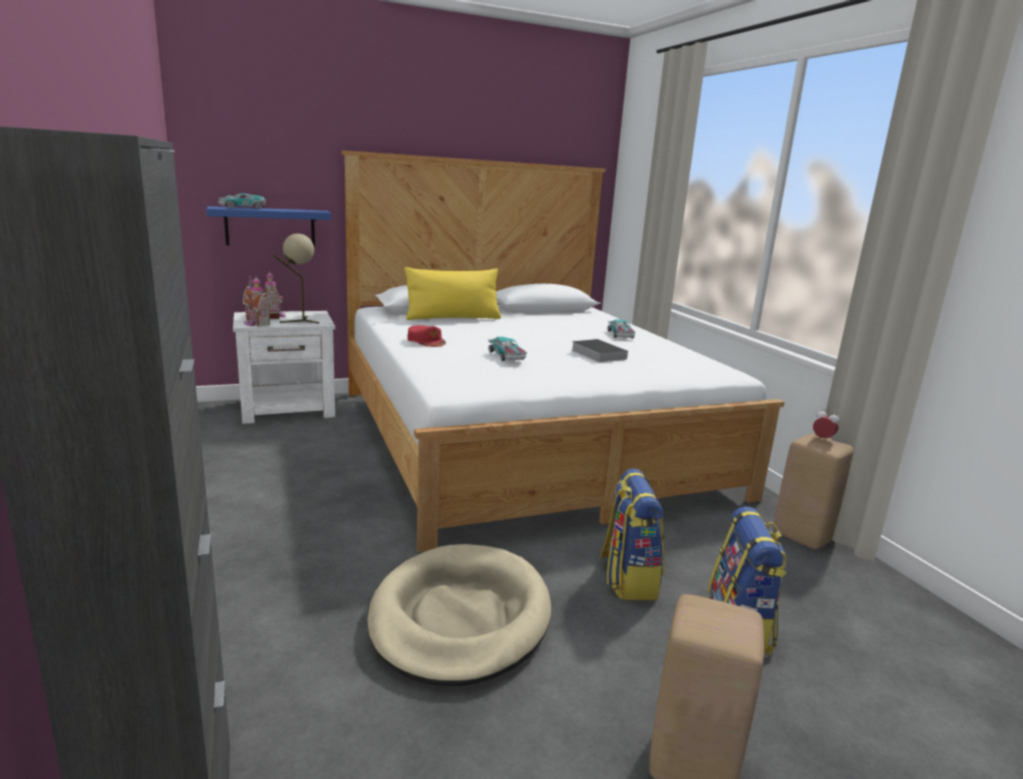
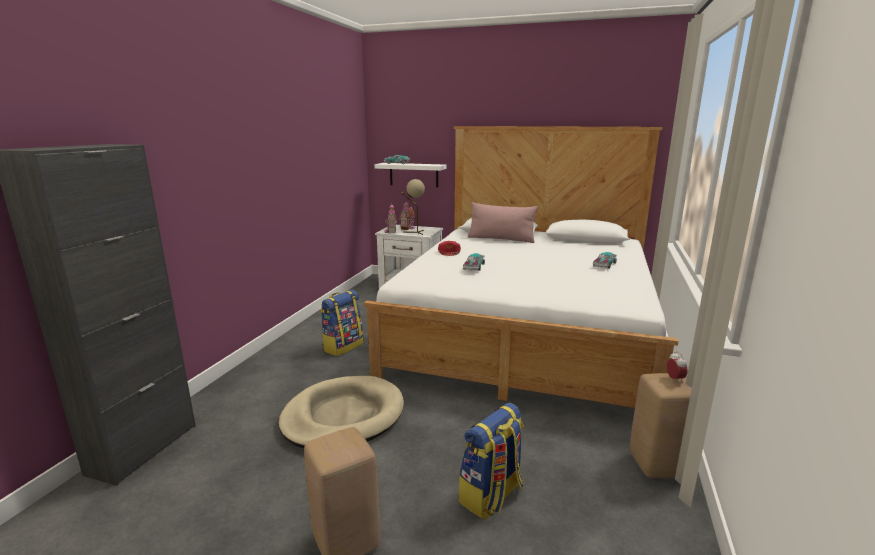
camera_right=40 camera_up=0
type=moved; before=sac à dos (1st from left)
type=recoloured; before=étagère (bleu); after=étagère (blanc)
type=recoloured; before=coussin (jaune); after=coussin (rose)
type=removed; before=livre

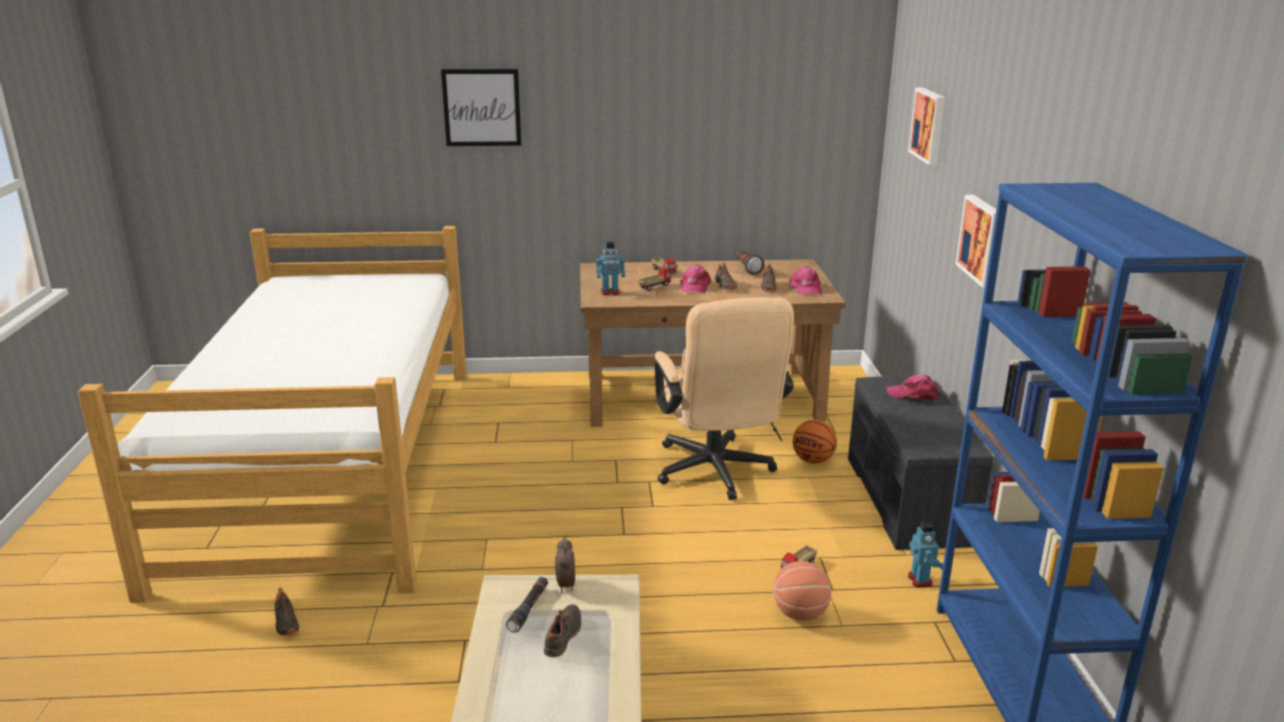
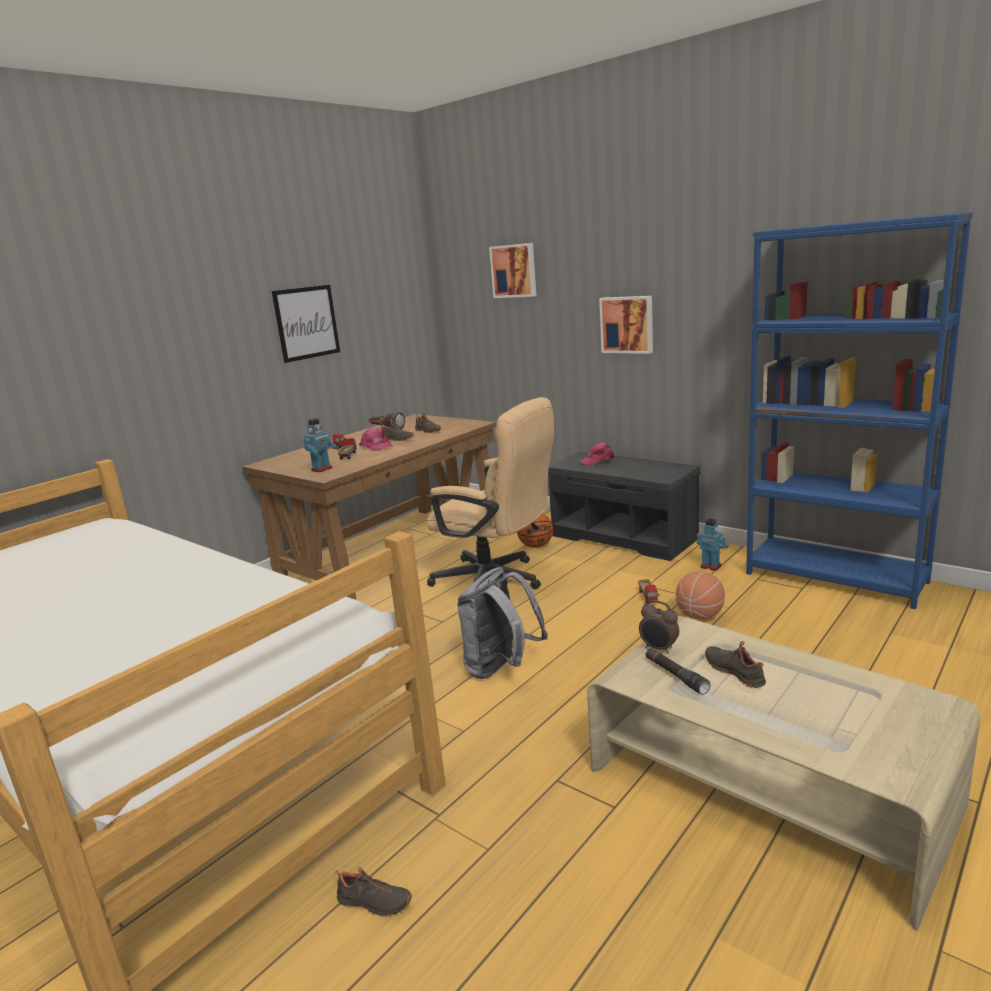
camera_right=-45 camera_up=-5
type=moved; before=tableau (1st from left)
type=added; after=sac à dos (gris)
type=removed; before=casquette (rose) (2nd from left)

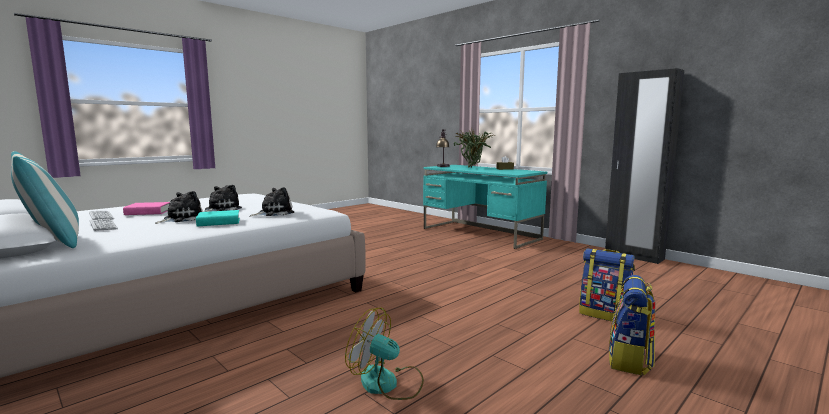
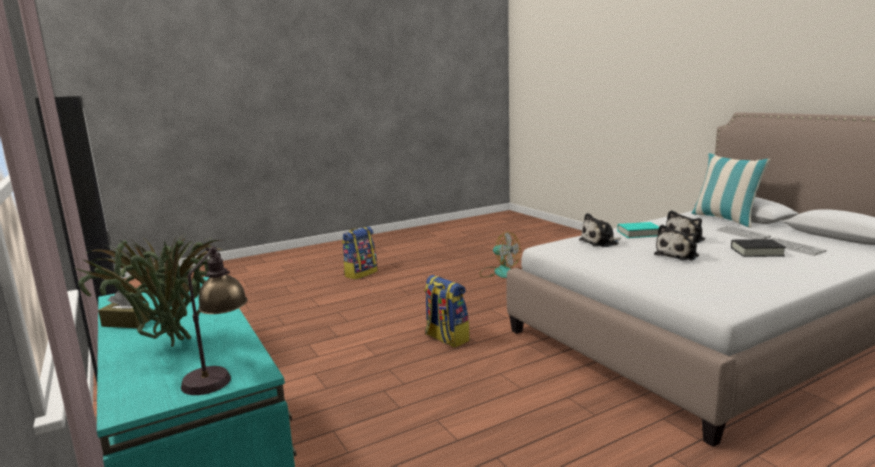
camera_right=-165 camera_up=5
type=moved; before=sac à dos (1st from left in the first image); after=sac à dos (2nd from left)
type=recoloured; before=livre (rose); after=livre (noir)

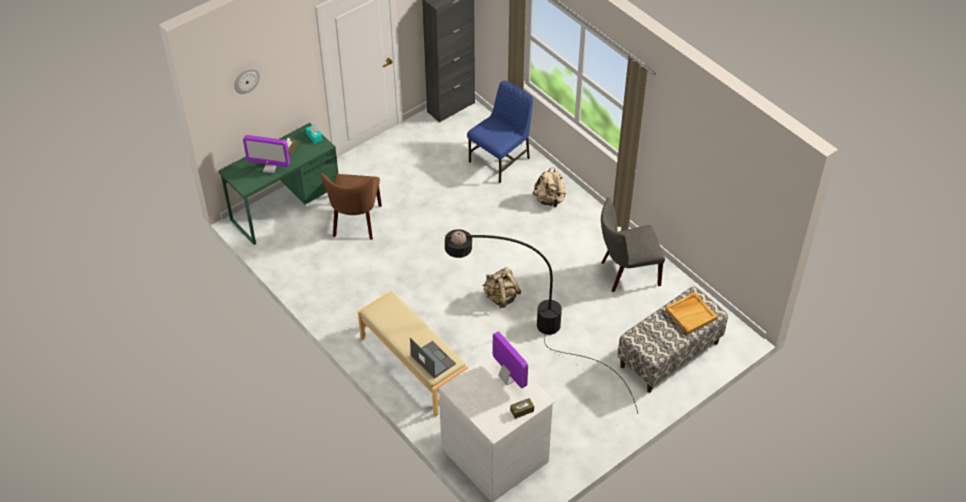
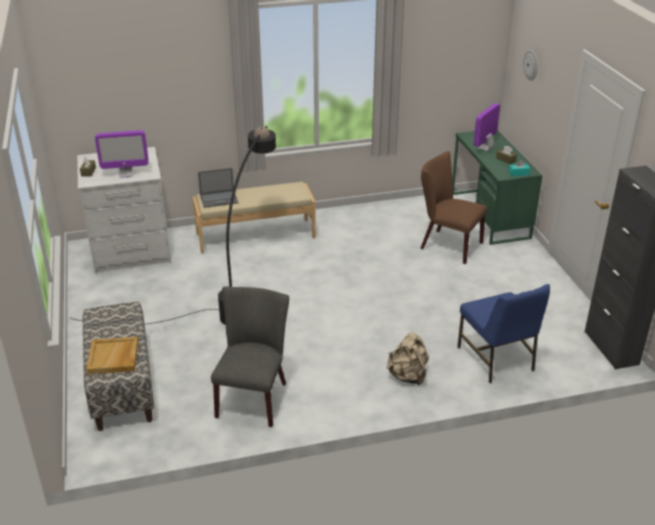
camera_right=115 camera_up=-15
type=removed; before=sac à dos (beige) (1st from left)

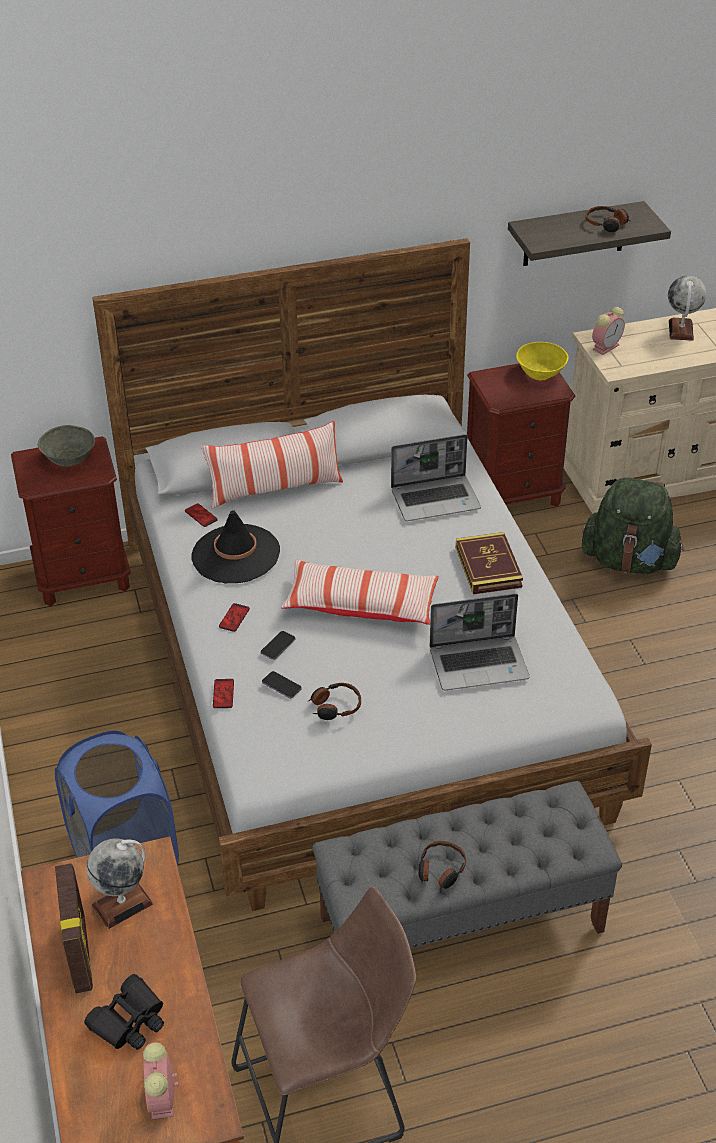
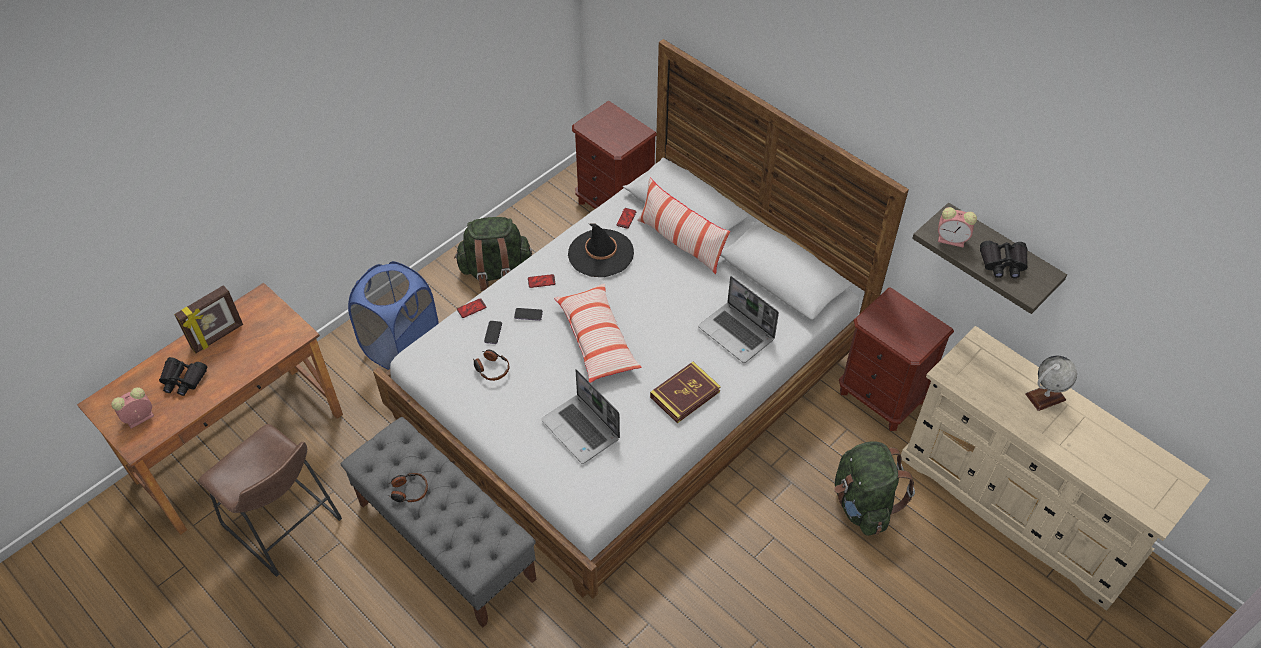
camera_right=60 camera_up=10
type=added; after=sac à dos (vert) (1st from left)
type=moved; before=réveil (2nd from left)
type=replaced; before=casque audio (3rd from left); after=jumelles (noir) (2nd from left)
type=removed; before=bol (gris)
type=removed; before=globe (1st from left)
type=removed; before=bol (jaune)

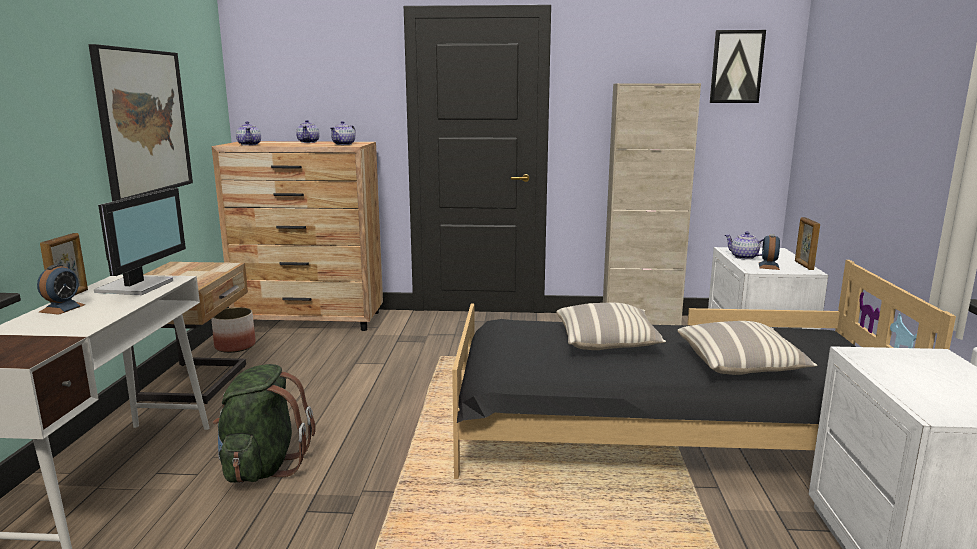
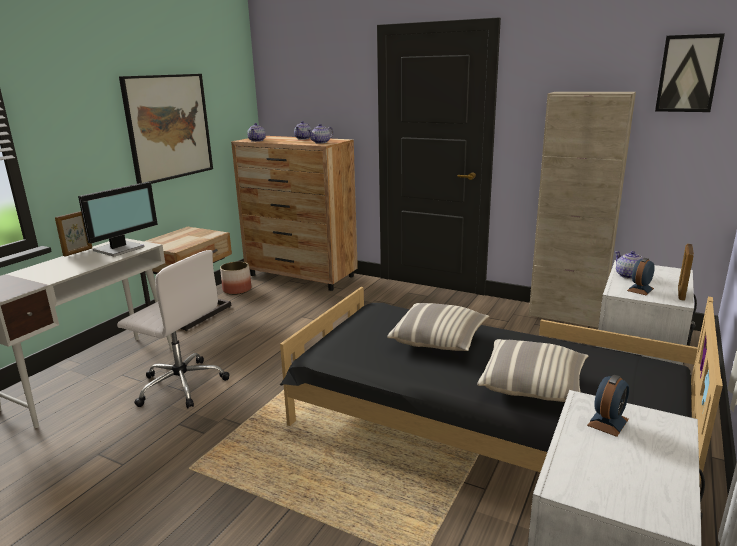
camera_right=25 camera_up=5
type=replaced; before=sac à dos (vert); after=chaise de bureau (blanc)
type=moved; before=réveil (1st from left)

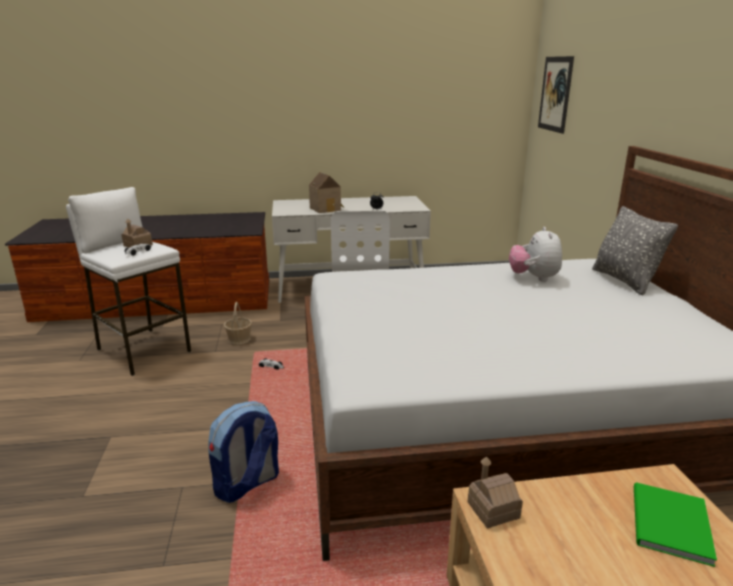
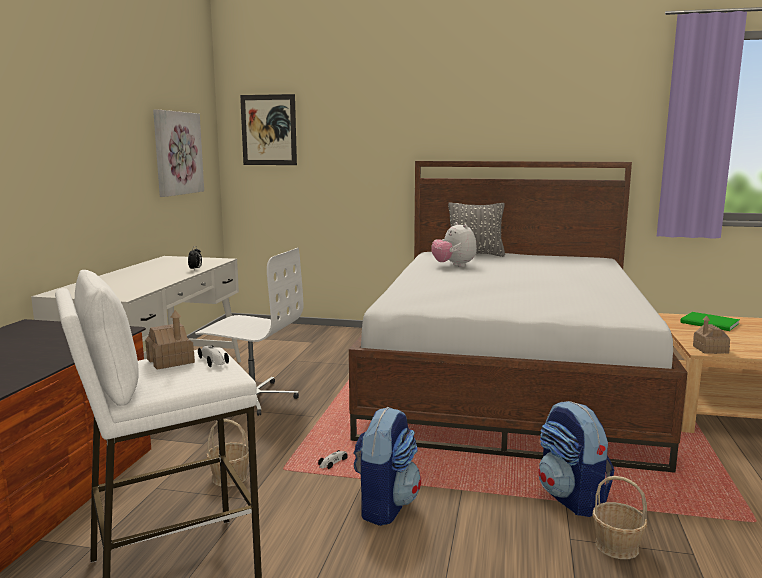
camera_right=-70 camera_up=-10
type=added; after=tableau (1st from left)
type=added; after=sac à dos (1st from left)
type=turned; before=peluche; turn=45
type=added; after=panier (2nd from left)
type=removed; before=maison miniature (2nd from left)

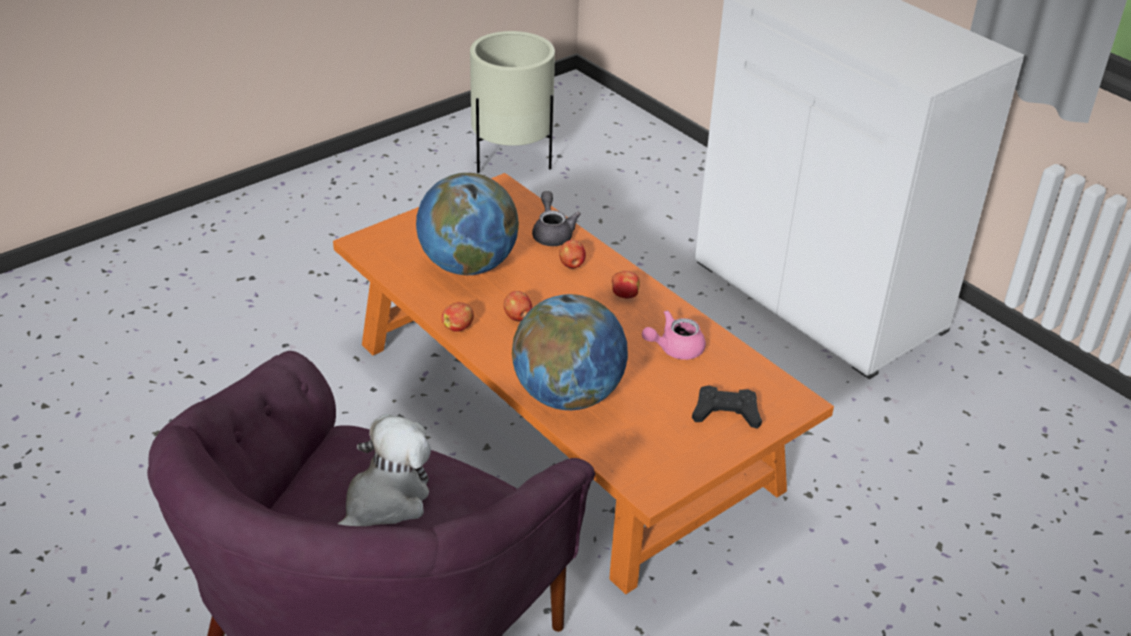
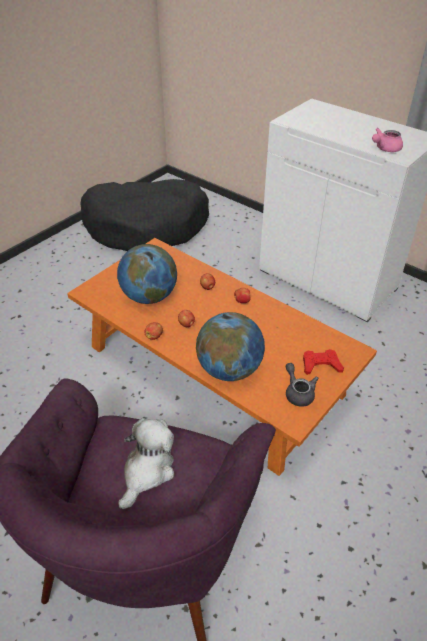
camera_right=-10 camera_up=5
type=replaced; before=cache-pot (beige); after=panier pour chien (noir)
type=moved; before=théière (gris)
type=recoloured; before=manette (noir); after=manette (rouge)
type=moved; before=théière (rose)

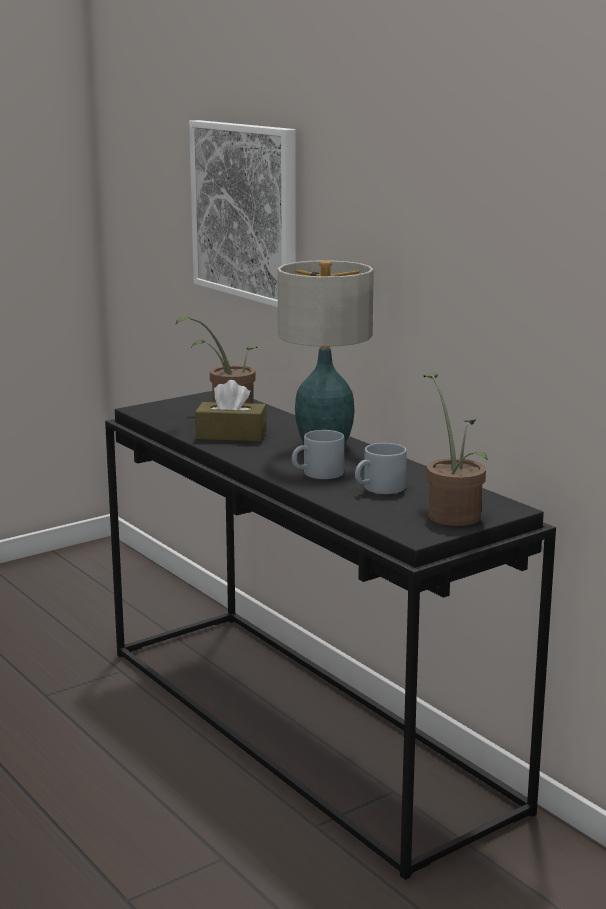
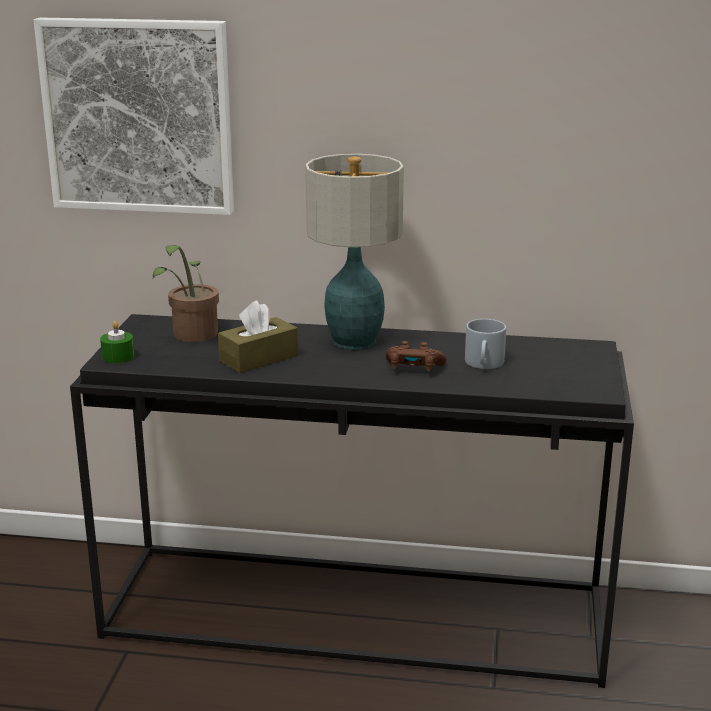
camera_right=-45 camera_up=5
type=added; after=bougie (vert)
type=replaced; before=mug (gris) (1st from left); after=manette (marron)
type=removed; before=plante en pot (2nd from left)

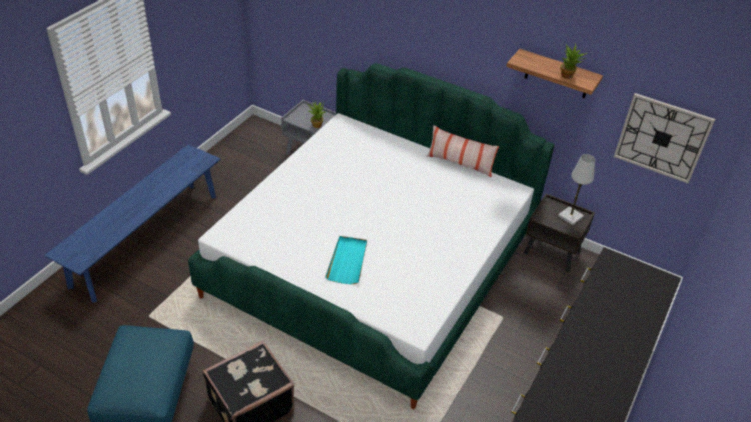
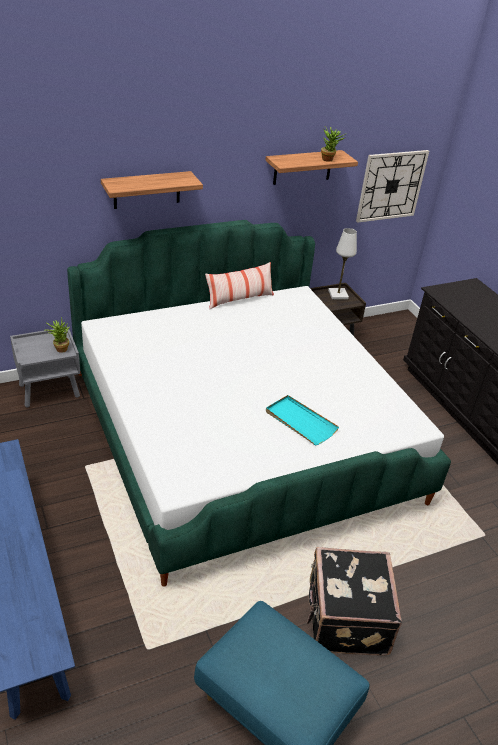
camera_right=-55 camera_up=-5
type=added; after=étagère (1st from left)

